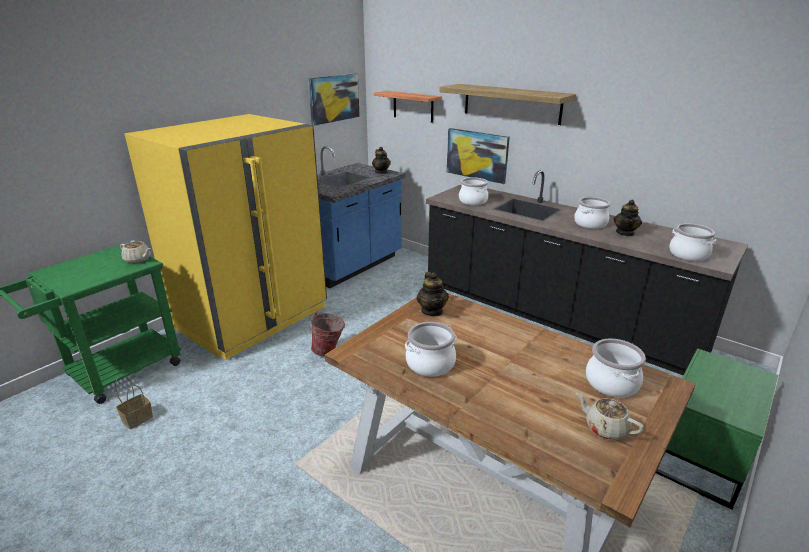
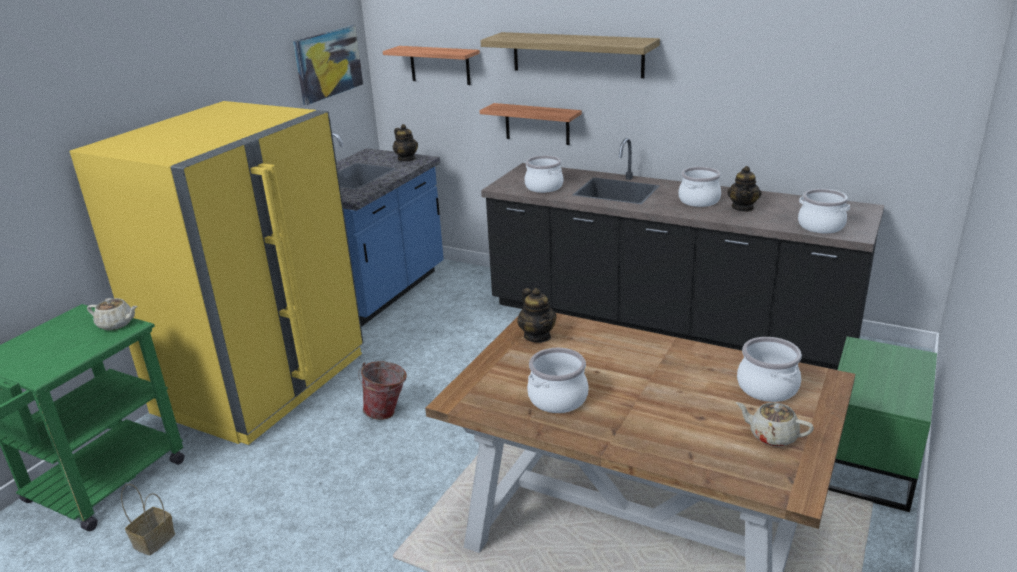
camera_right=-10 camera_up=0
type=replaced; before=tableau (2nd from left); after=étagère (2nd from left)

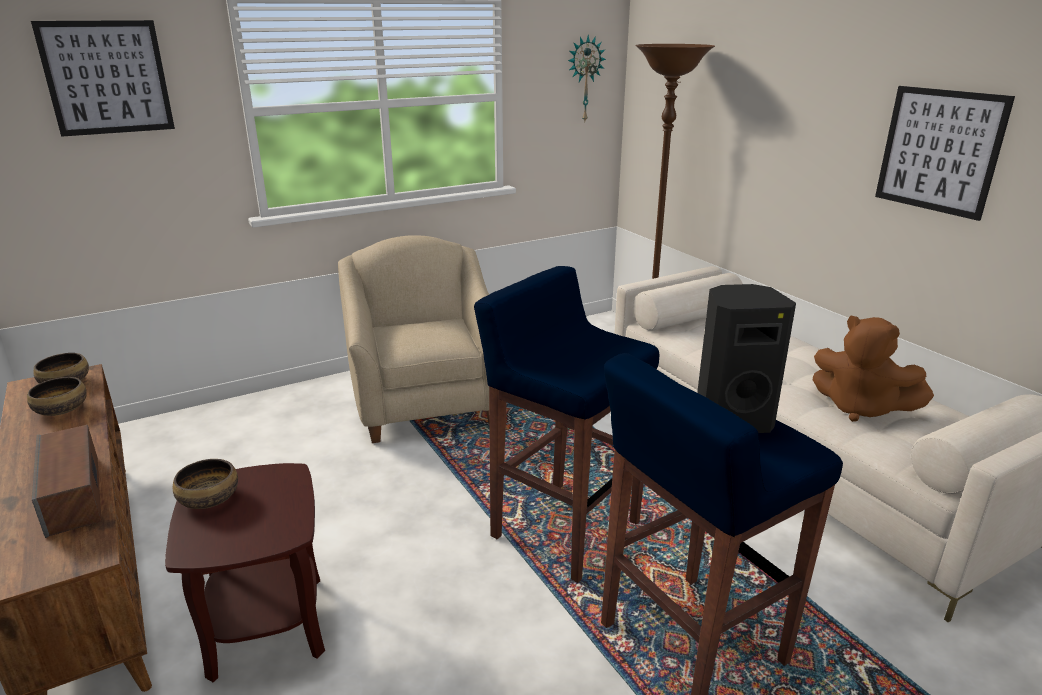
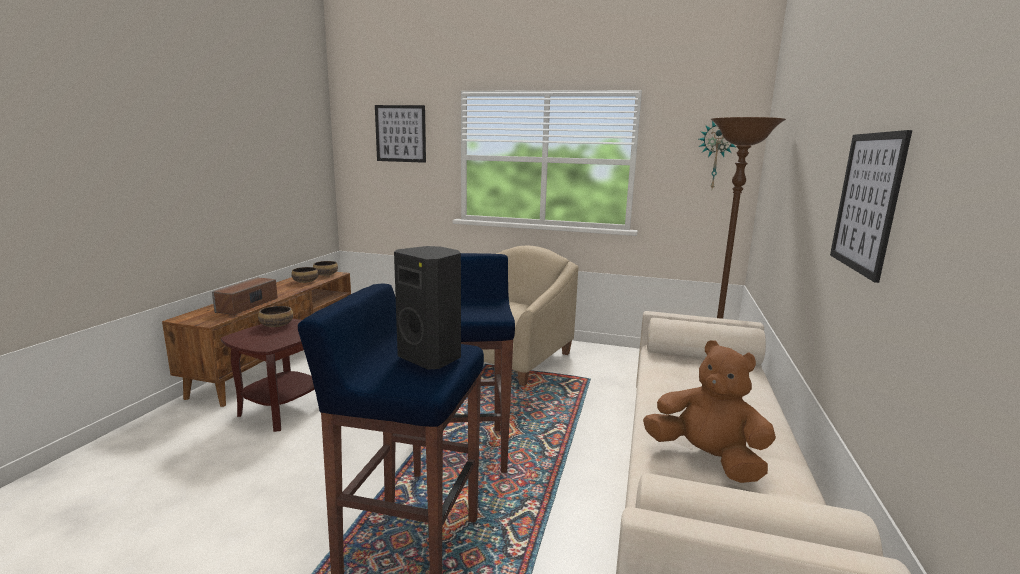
camera_right=45 camera_up=-10
type=turned; before=peluche (marron); turn=135

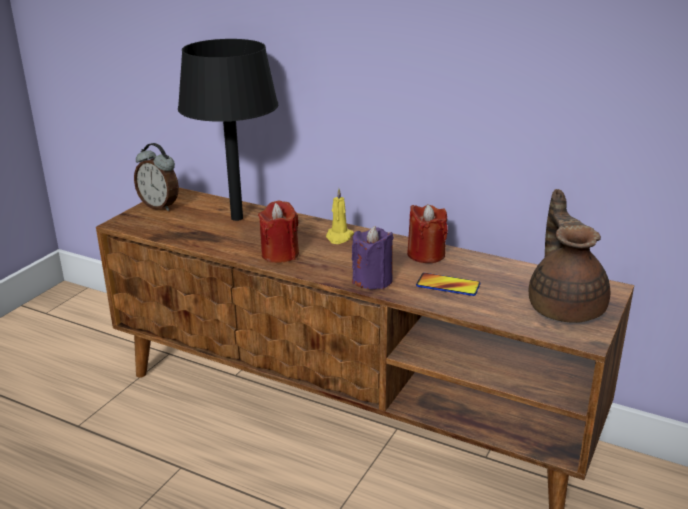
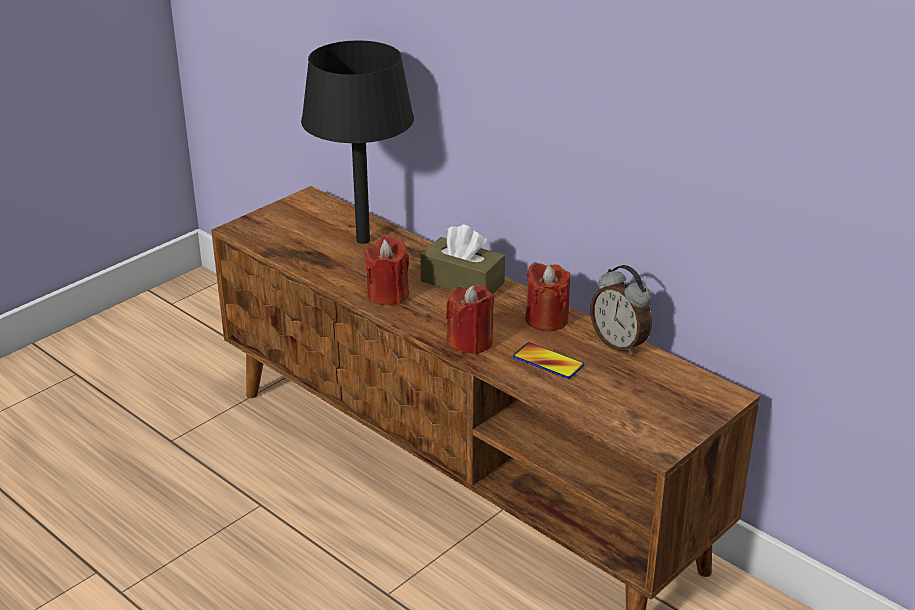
camera_right=15 camera_up=5
type=replaced; before=bougie (jaune); after=boîte à mouchoirs (marron)
type=recoloured; before=bougie (violet); after=bougie (rouge) (2nd from left)
type=moved; before=réveil
type=removed; before=théière (marron)

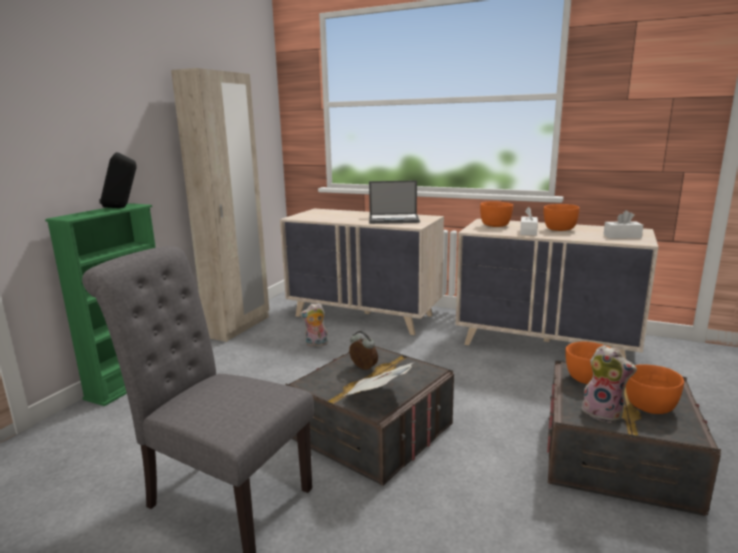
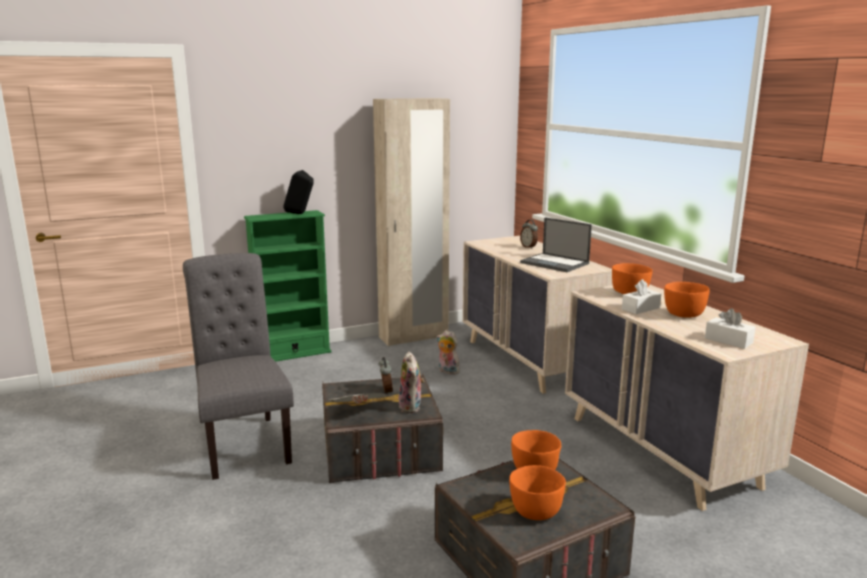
camera_right=40 camera_up=0
type=moved; before=peluche (2nd from left in the first image); after=peluche (1st from left)
type=added; after=réveil (2nd from left)

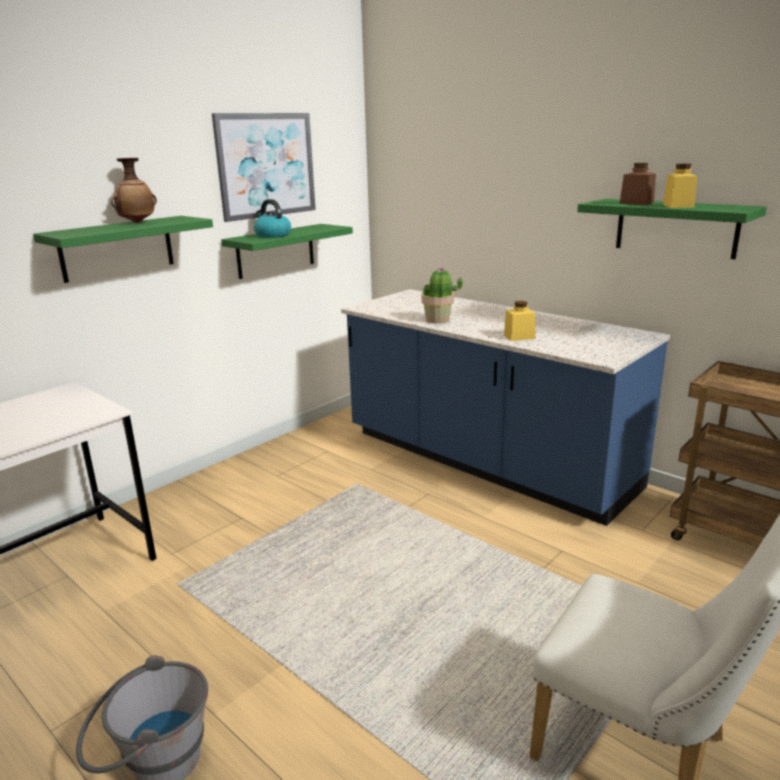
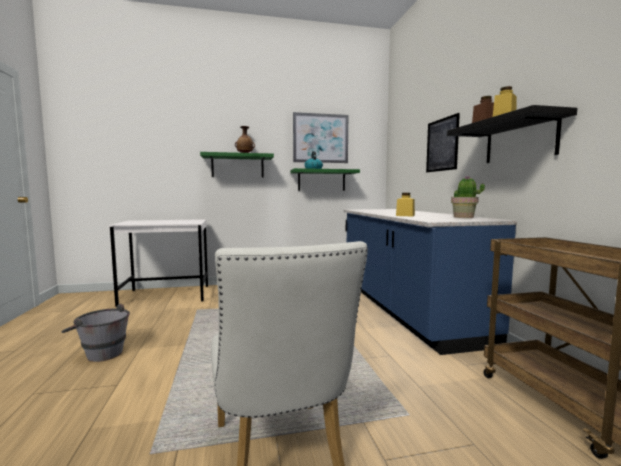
camera_right=35 camera_up=-15
type=added; after=tableau (2nd from left)
type=recoloured; before=étagère (vert) (3rd from left); after=étagère (noir)
type=moved; before=plante en pot

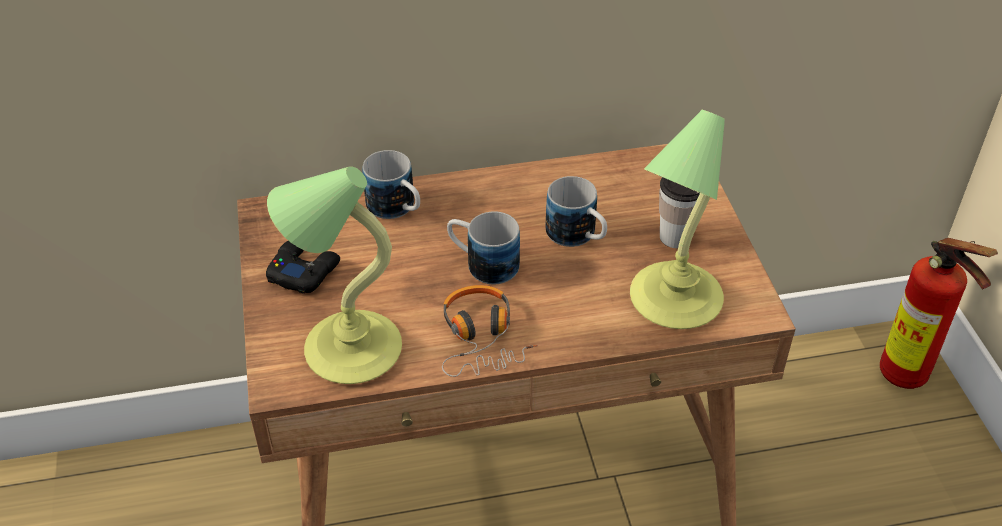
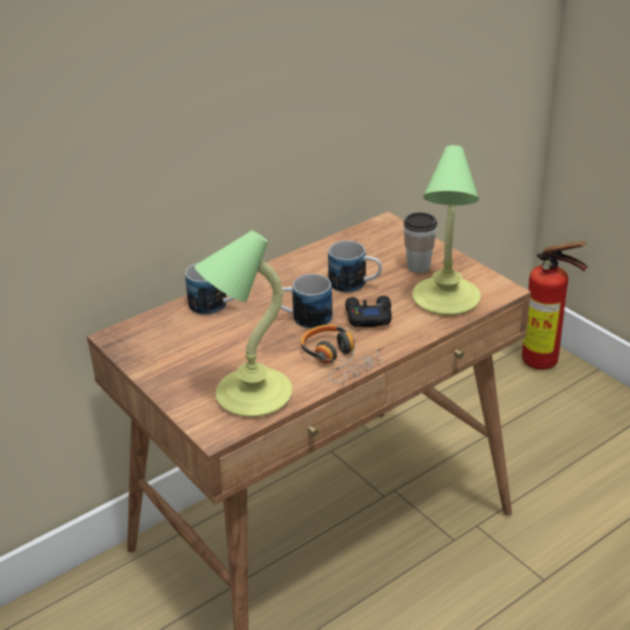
camera_right=-25 camera_up=-10
type=moved; before=manette (noir)

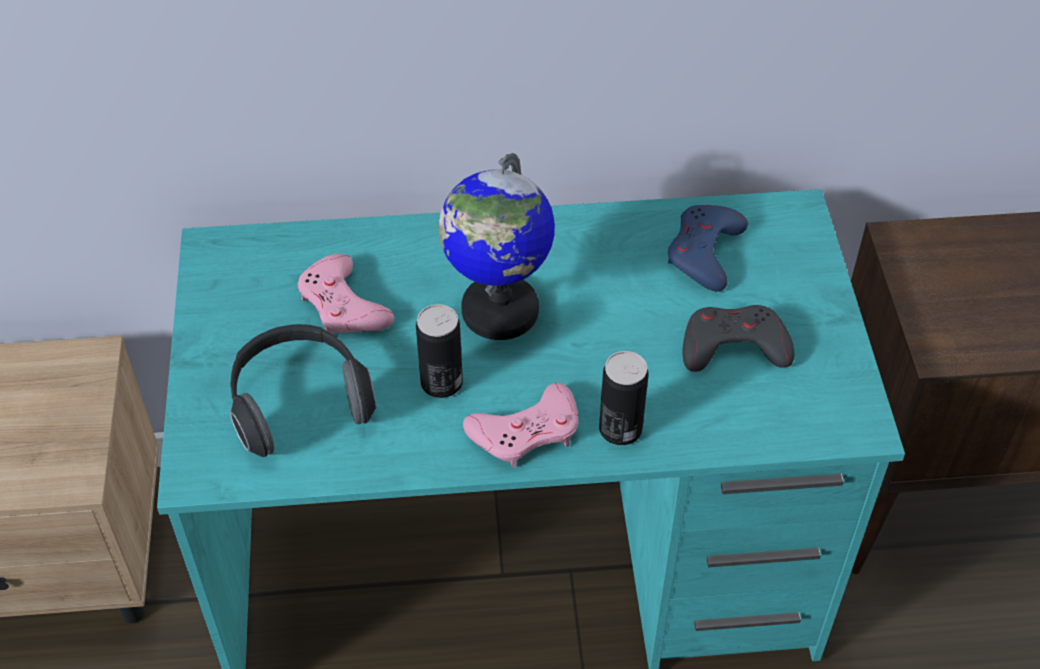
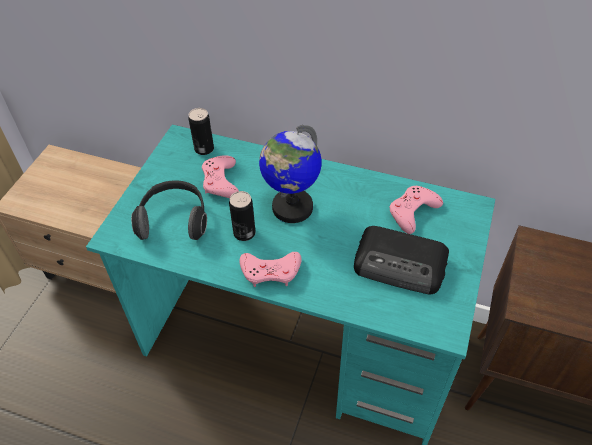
camera_right=25 camera_up=0
type=moved; before=boîte métallique (2nd from left in the first image); after=boîte métallique (1st from left)
type=replaced; before=manette (gris); after=radio
type=recoloured; before=manette (bleu); after=manette (rose) (3rd from left)

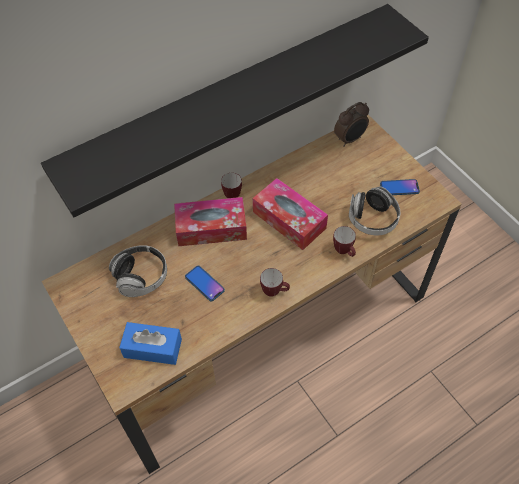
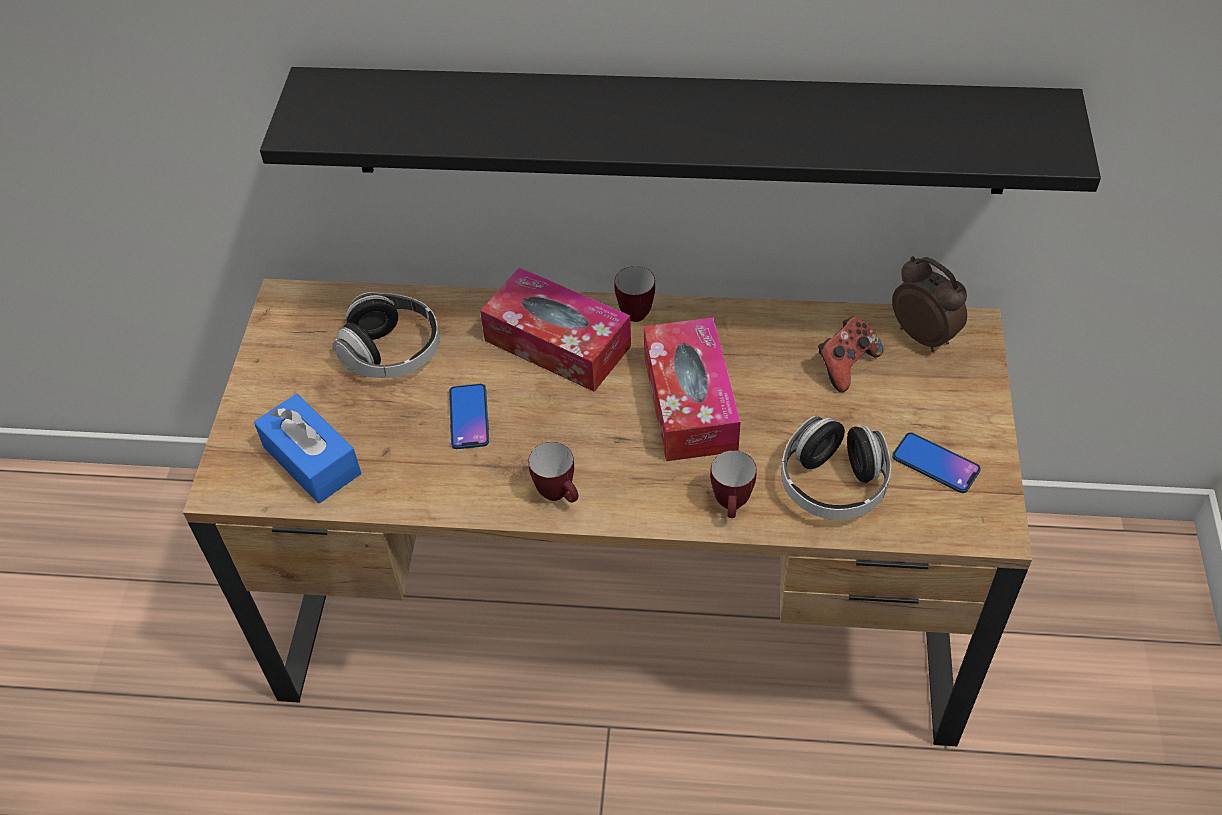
camera_right=40 camera_up=-5
type=added; after=manette
type=turned; before=réveil; turn=-135

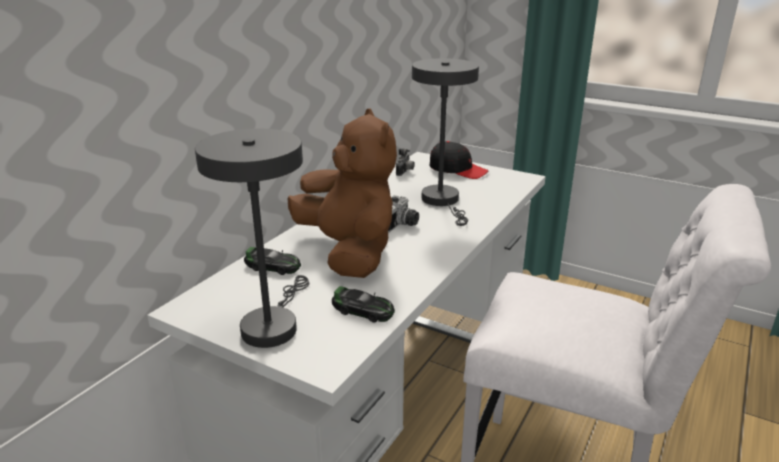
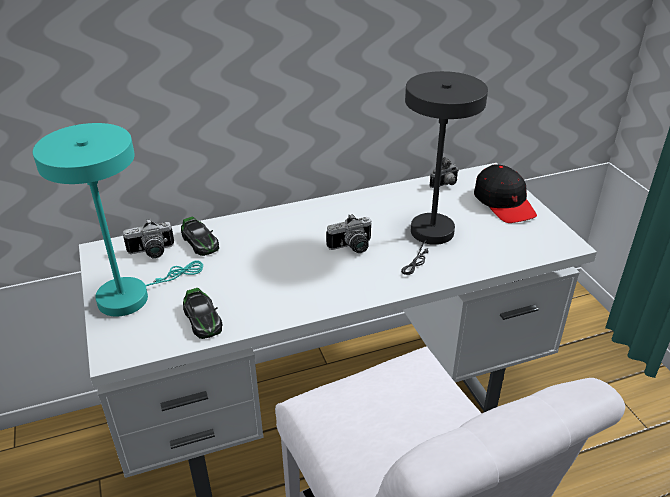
camera_right=40 camera_up=10
type=recoloured; before=lampe de table (gris) (1st from left); after=lampe de table (turquoise)
type=added; after=appareil photo (1st from left)
type=removed; before=peluche (marron)

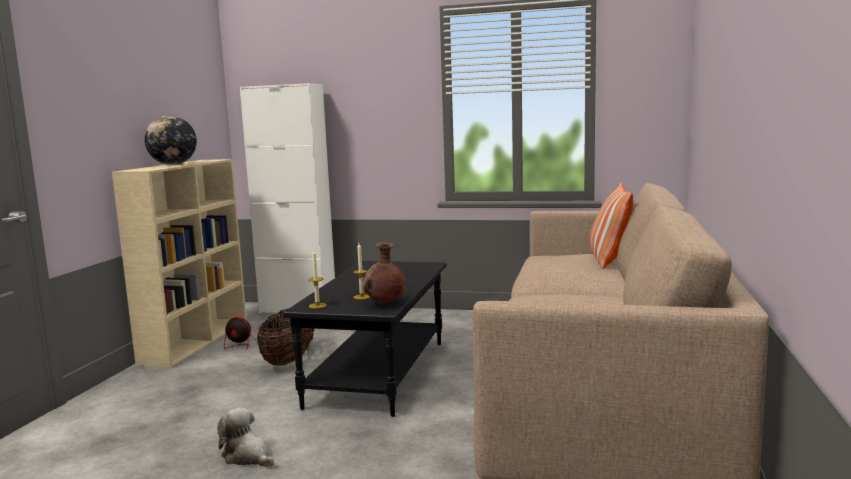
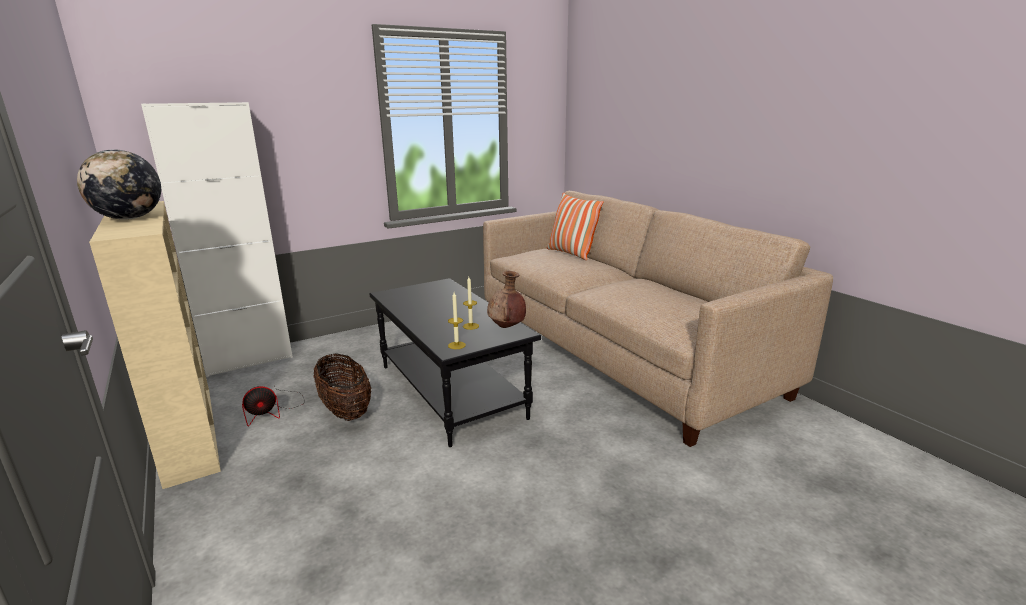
camera_right=-45 camera_up=10
type=removed; before=peluche

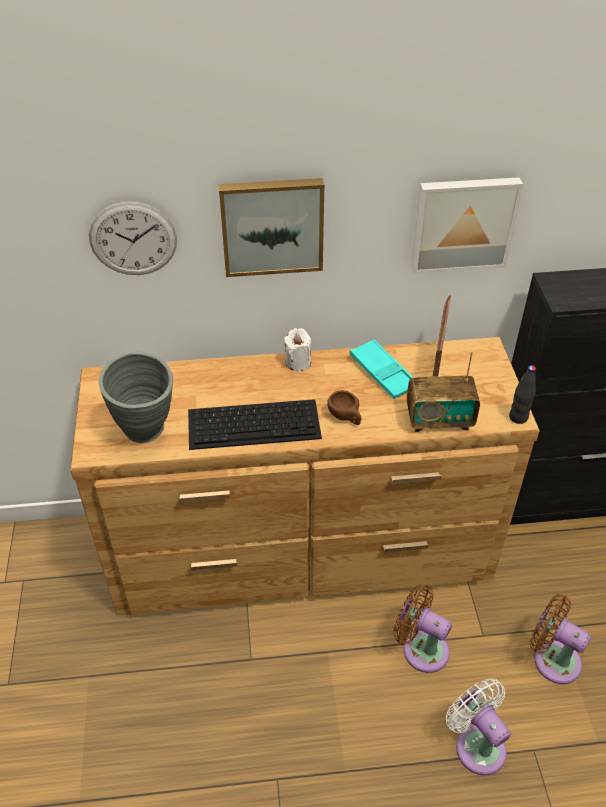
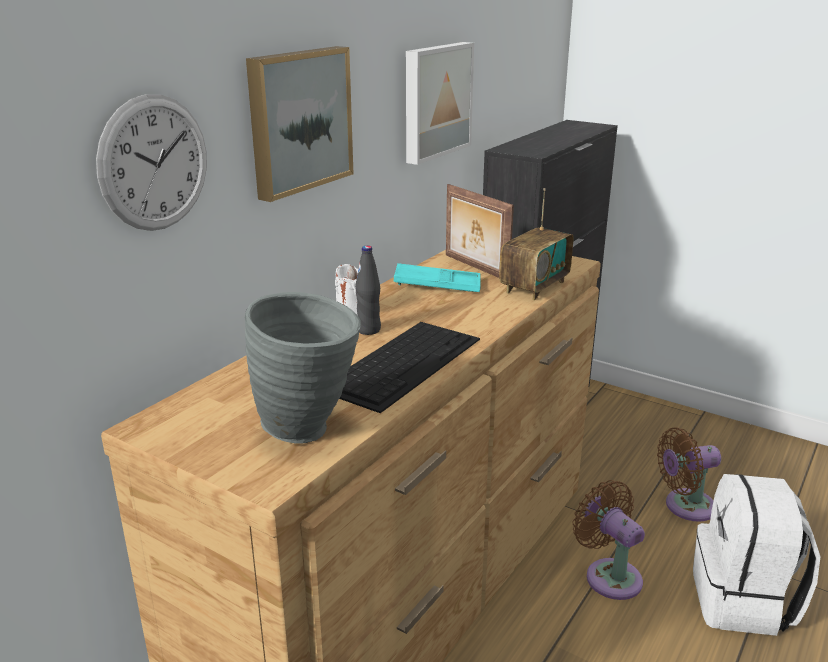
camera_right=-50 camera_up=-20
type=moved; before=bouteille (noir)
type=turned; before=ventilateur (marron) (1st from left); turn=75
type=replaced; before=ventilateur (blanc); after=sac à dos (blanc)
type=removed; before=tasse (marron)

